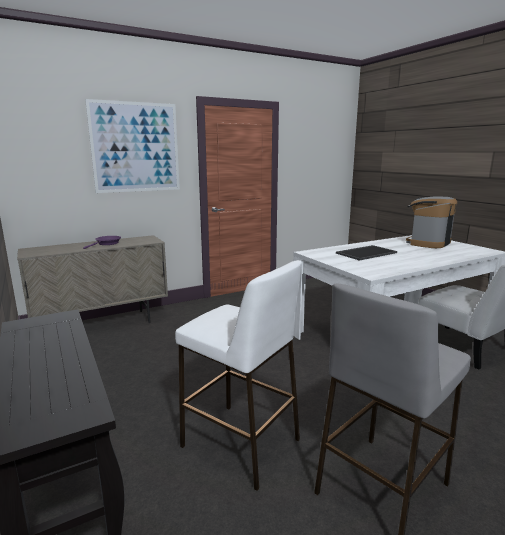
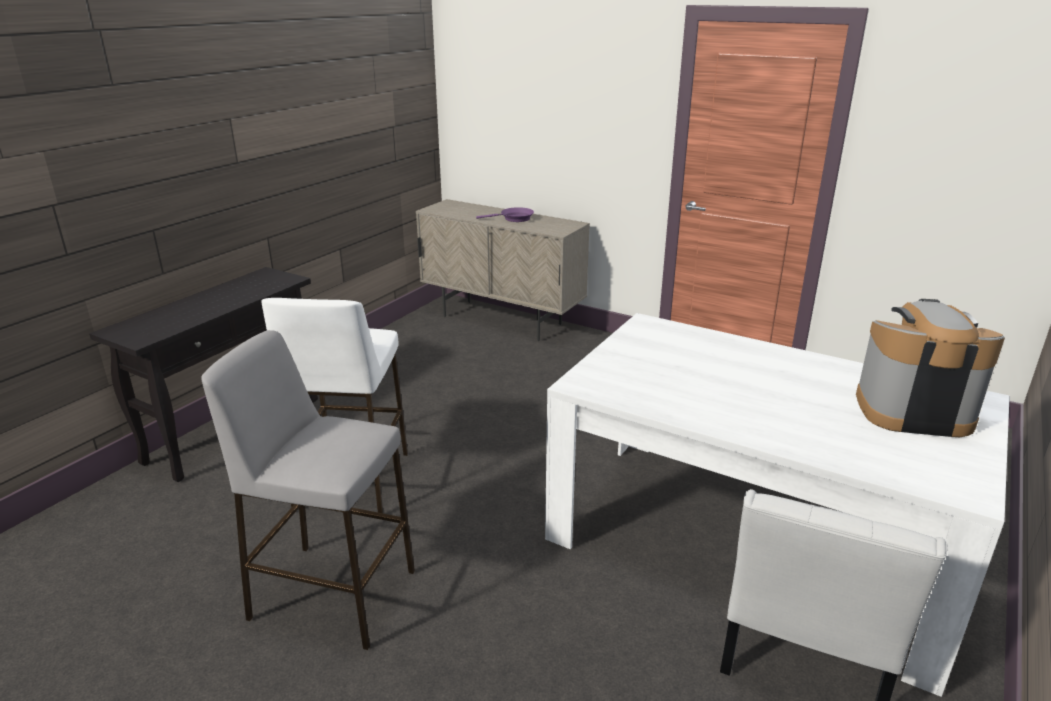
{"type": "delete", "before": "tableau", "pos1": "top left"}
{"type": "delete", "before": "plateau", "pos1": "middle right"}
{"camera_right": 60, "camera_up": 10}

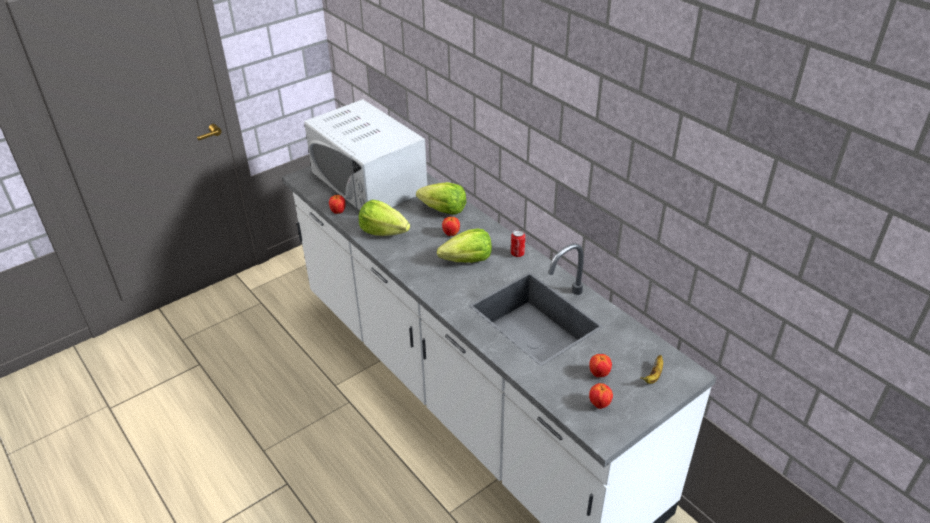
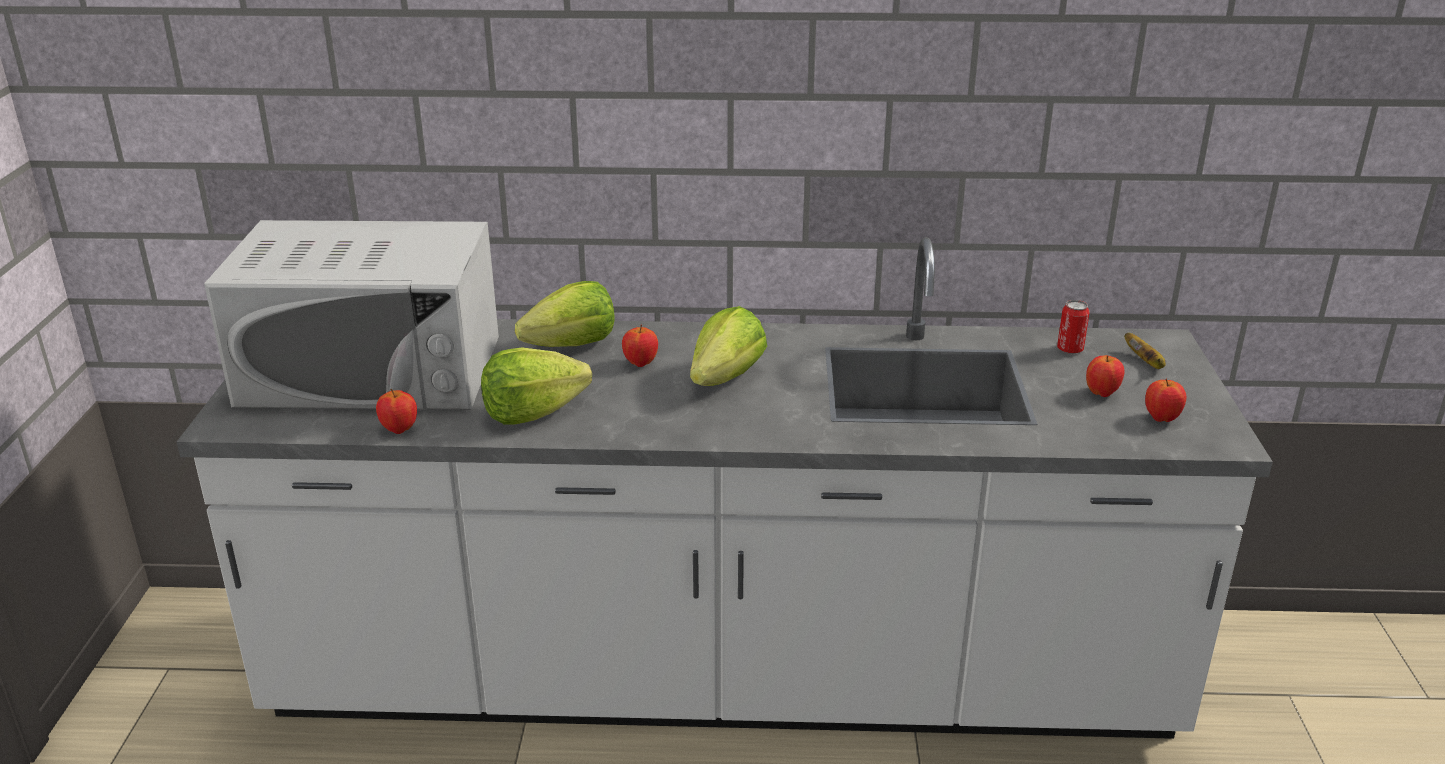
{"type": "move", "before": "boîte métallique", "pos1": "centre", "pos2": "middle right"}
{"camera_right": -50, "camera_up": -10}

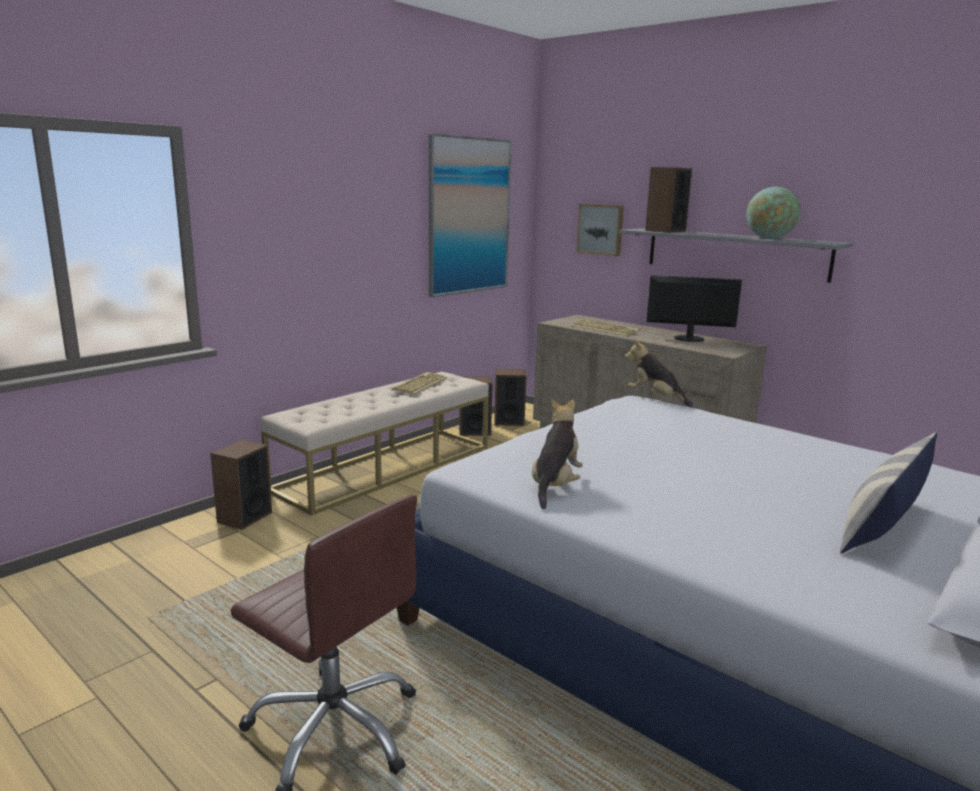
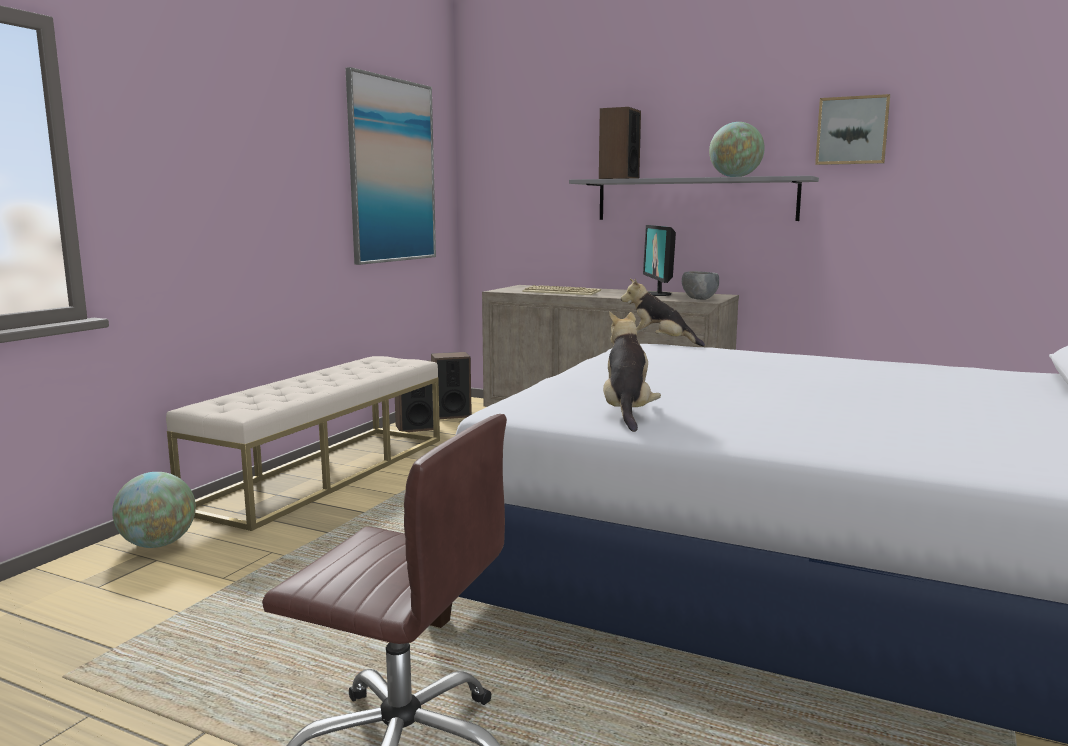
{"type": "delete", "before": "clavier (1st from left)", "pos1": "centre"}
{"type": "delete", "before": "coussin", "pos1": "middle right"}
{"type": "insert", "after": "bol (gris)", "pos2": "centre"}
{"type": "move", "before": "tableau (2nd from left)", "pos1": "top centre", "pos2": "top right"}
{"type": "replace", "before": "enceinte (1st from left)", "after": "globe (1st from left)", "pos1": "middle left", "pos2": "bottom left"}
{"type": "rotate", "before": "écran d'ordinateur", "pos1": "middle right", "pos2": "centre", "turn": -90}
{"camera_right": -15, "camera_up": -5}

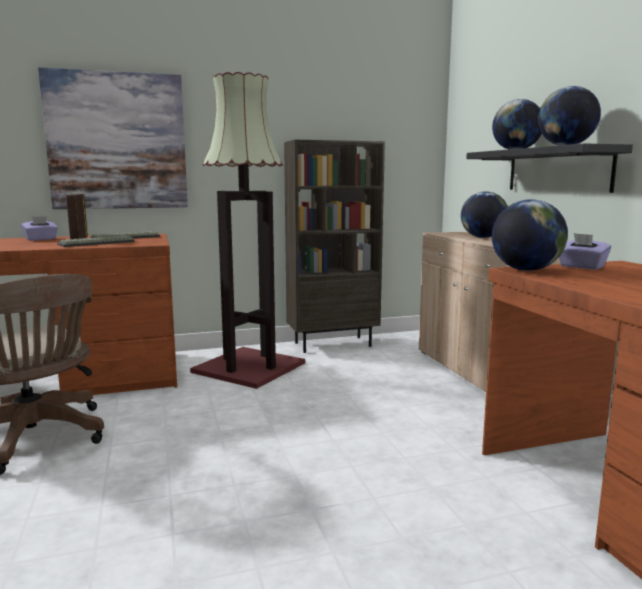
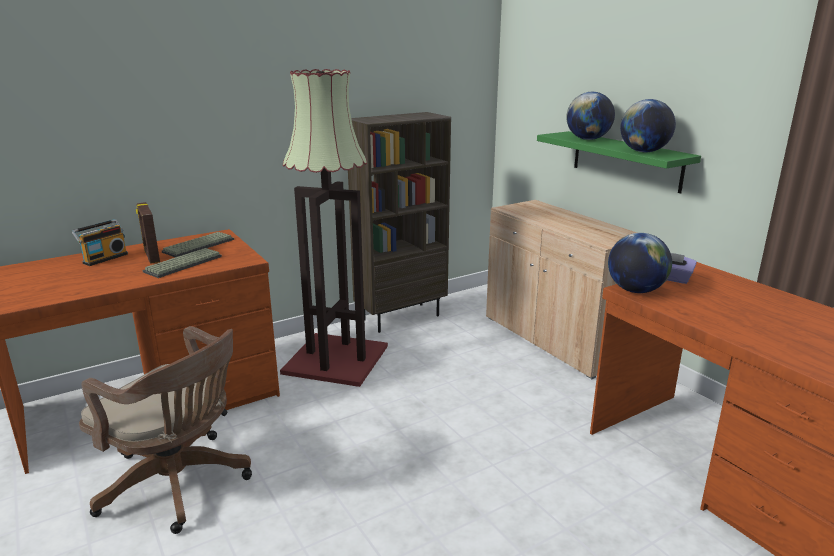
{"type": "delete", "before": "tableau", "pos1": "top left"}
{"type": "delete", "before": "globe (1st from left)", "pos1": "middle right"}
{"type": "replace", "before": "boîte à mouchoirs (violet) (1st from left)", "after": "radio", "pos1": "middle left", "pos2": "middle left"}
{"type": "recolor", "before": "étagère (noir)", "after": "étagère (vert)", "pos1": "top right", "pos2": "top right"}
{"camera_right": -15, "camera_up": 10}

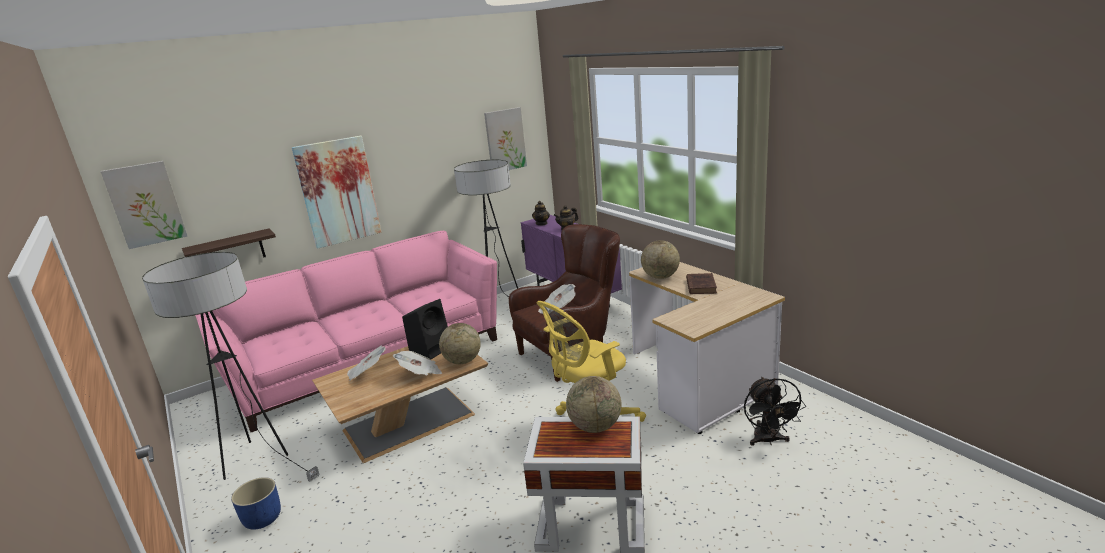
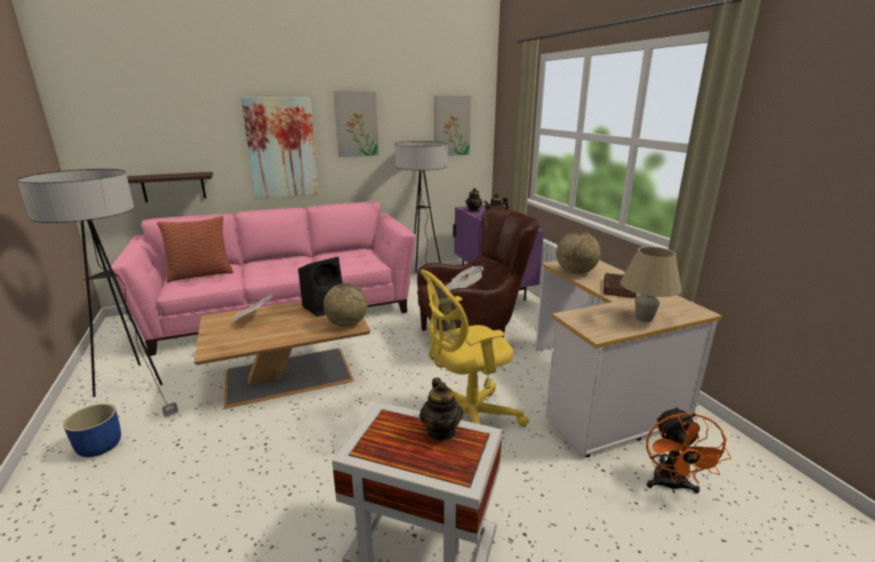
{"type": "delete", "before": "journal (2nd from left)", "pos1": "centre"}
{"type": "insert", "after": "coussin", "pos2": "middle left"}
{"type": "insert", "after": "lampe de table (beige)", "pos2": "middle right"}
{"type": "move", "before": "tableau (1st from left in the first image)", "after": "tableau (2nd from left)", "pos1": "middle left", "pos2": "top centre"}
{"type": "replace", "before": "globe (2nd from left)", "after": "théière (1st from left)", "pos1": "bottom centre", "pos2": "bottom centre"}
{"type": "recolor", "before": "ventilateur (noir)", "after": "ventilateur (orange)", "pos1": "bottom right", "pos2": "bottom right"}
{"camera_right": 10, "camera_up": 0}

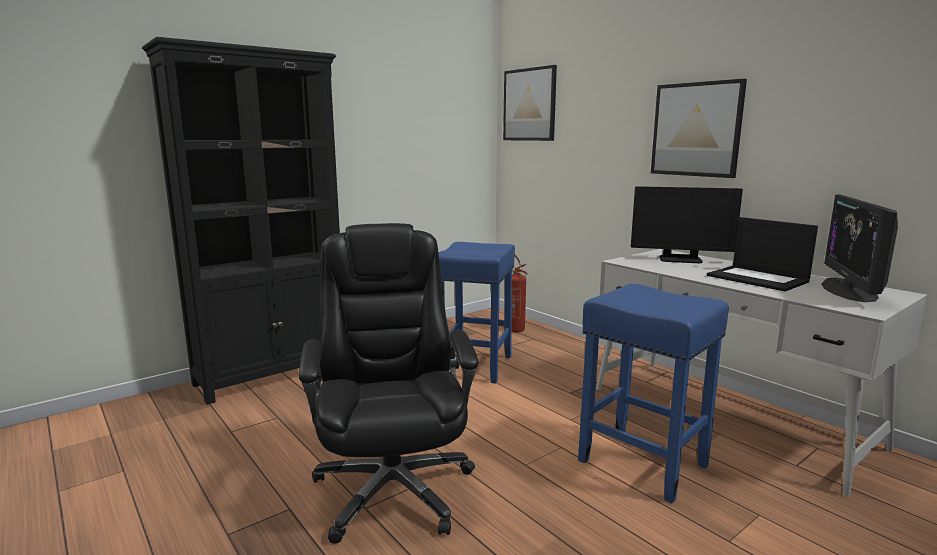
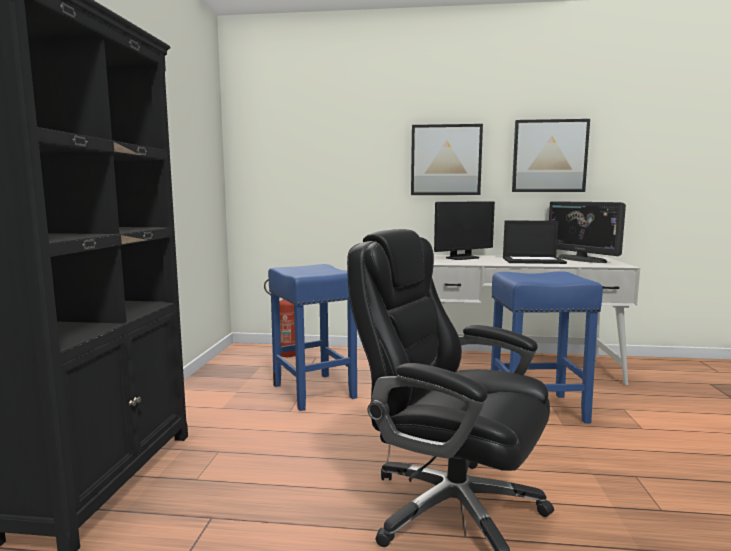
{"type": "move", "before": "tableau (1st from left in the first image)", "after": "tableau (2nd from left)", "pos1": "top centre", "pos2": "top right"}
{"camera_right": -45, "camera_up": -5}

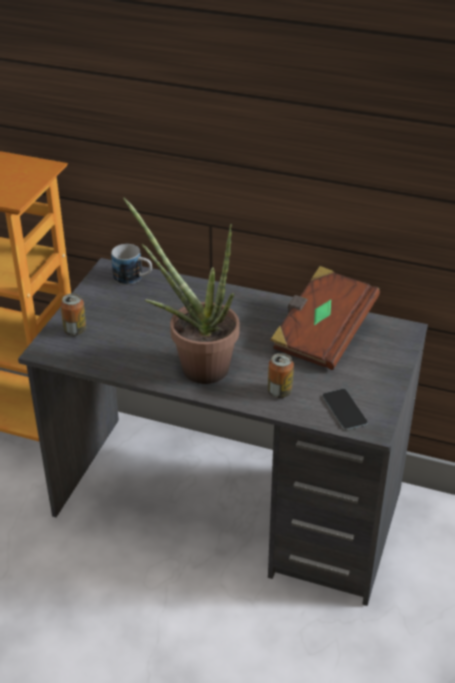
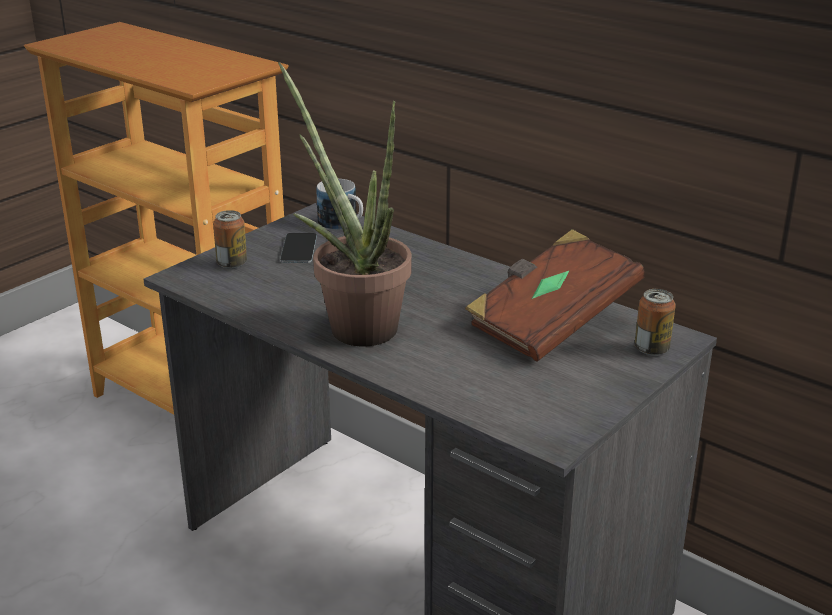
{"type": "move", "before": "boîte métallique (2nd from left)", "pos1": "centre", "pos2": "middle right"}
{"type": "move", "before": "téléphone", "pos1": "middle right", "pos2": "centre"}
{"camera_right": 20, "camera_up": -10}

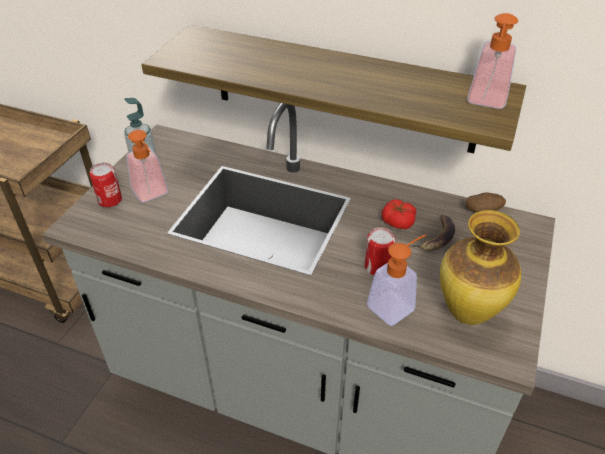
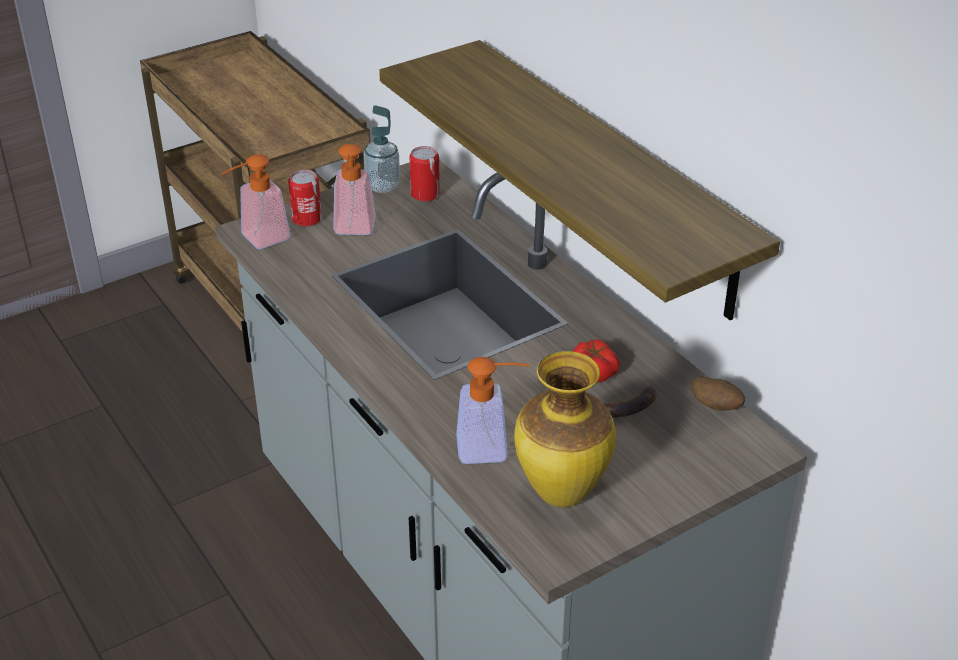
{"type": "move", "before": "boîte métallique (2nd from left)", "pos1": "centre", "pos2": "top centre"}
{"type": "move", "before": "distributeur de savon (4th from left in the first image)", "after": "distributeur de savon (1st from left)", "pos1": "top right", "pos2": "top left"}
{"camera_right": 35, "camera_up": -5}

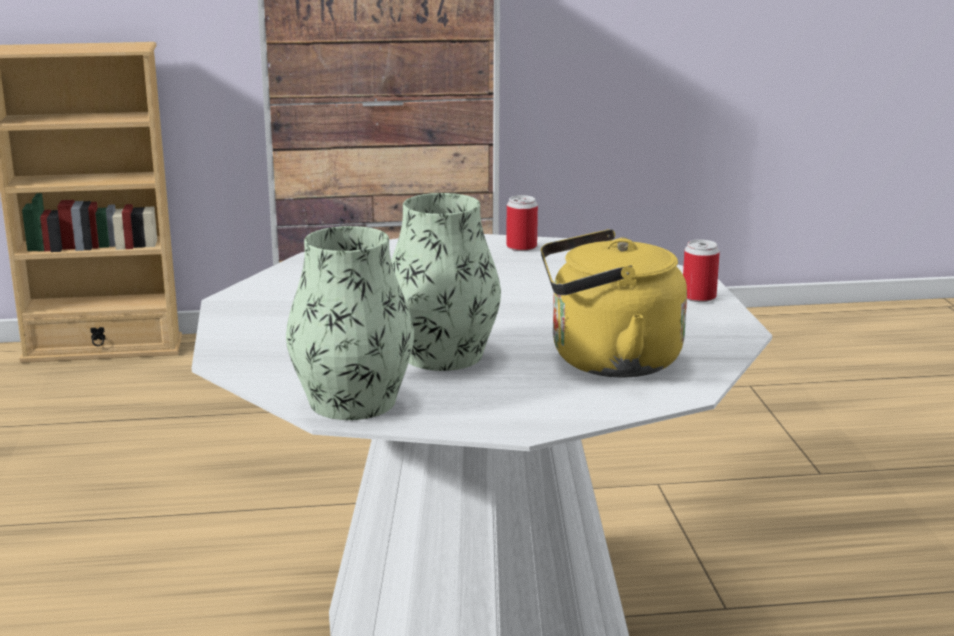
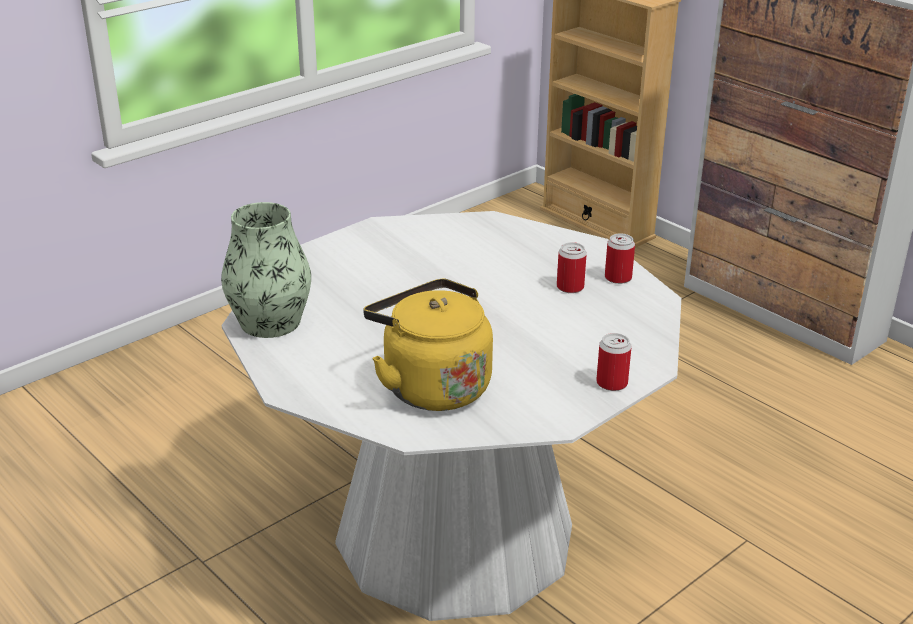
{"type": "delete", "before": "vase (2nd from left)", "pos1": "centre"}
{"type": "insert", "after": "boîte métallique (1st from left)", "pos2": "centre"}
{"camera_right": 55, "camera_up": 10}

